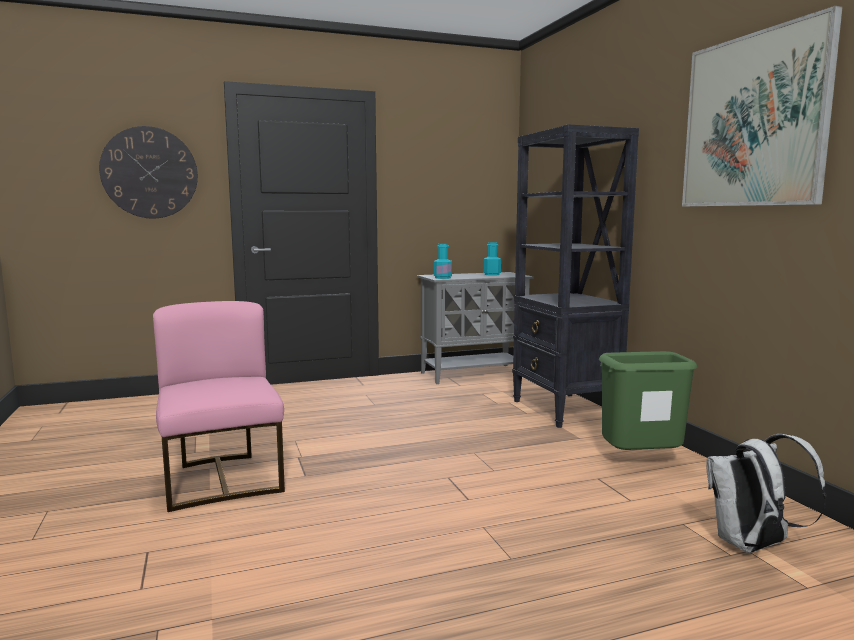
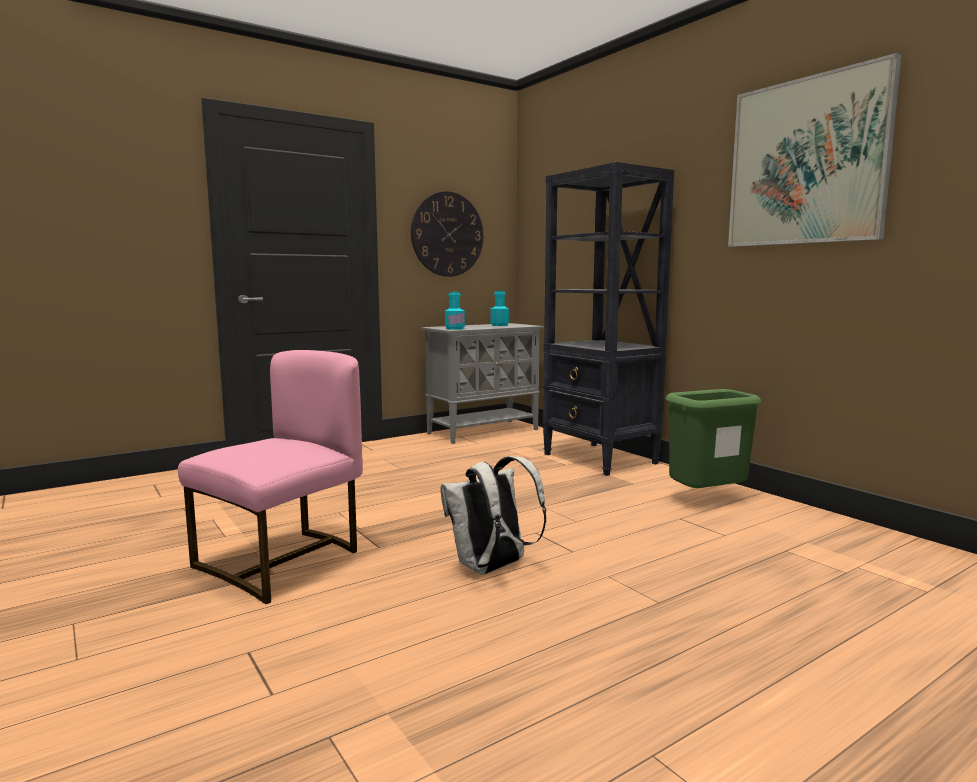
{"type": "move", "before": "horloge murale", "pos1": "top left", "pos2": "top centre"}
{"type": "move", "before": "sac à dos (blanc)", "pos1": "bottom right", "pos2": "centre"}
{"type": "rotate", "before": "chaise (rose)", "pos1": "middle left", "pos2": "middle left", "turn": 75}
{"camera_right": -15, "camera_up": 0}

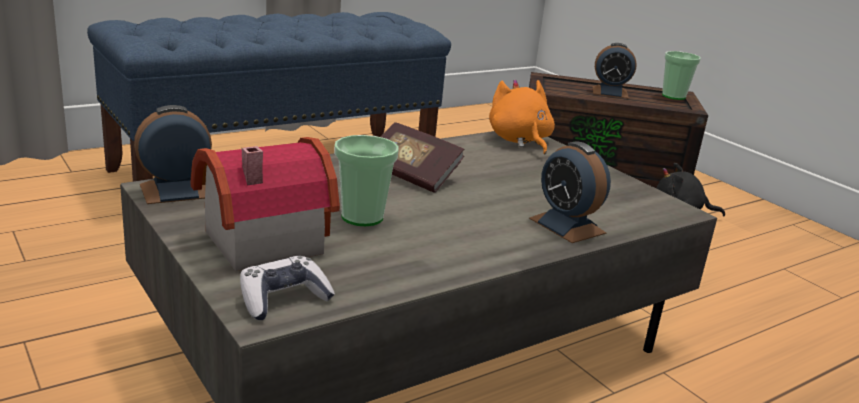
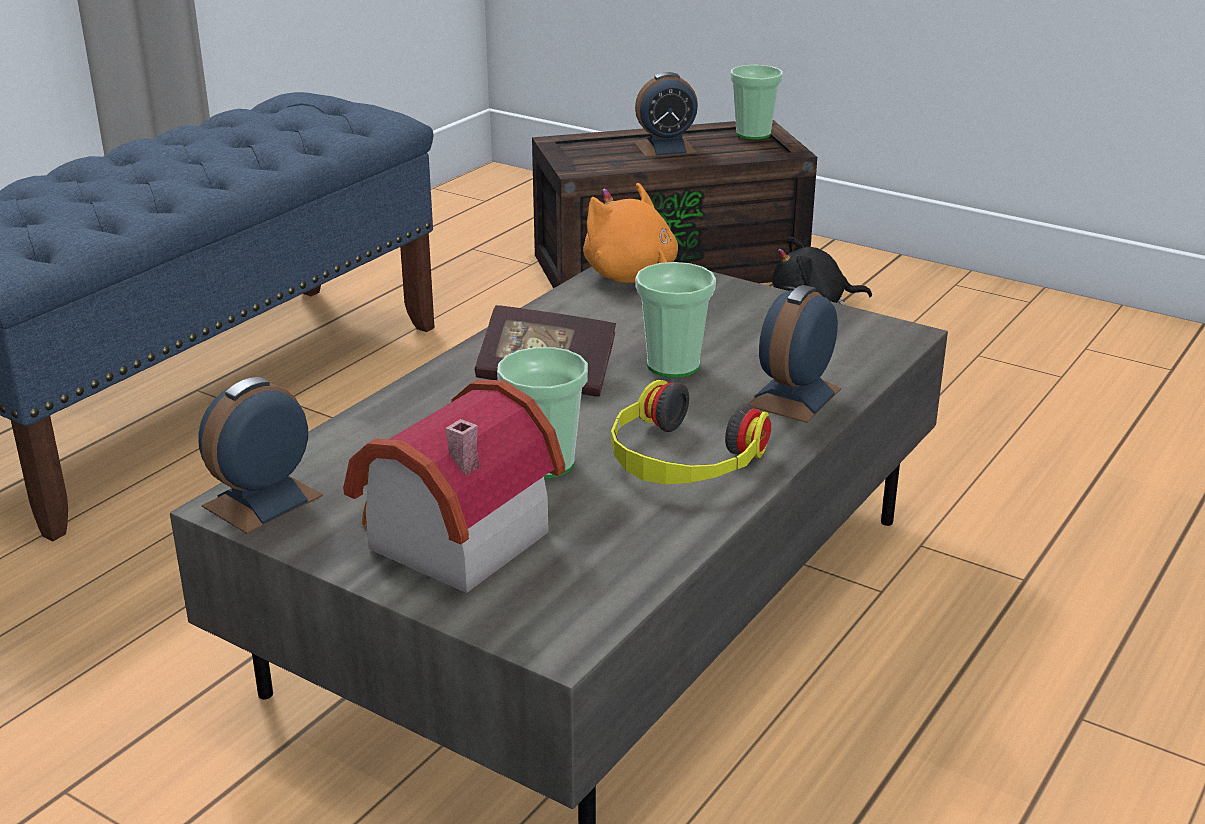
{"type": "delete", "before": "manette", "pos1": "bottom centre"}
{"type": "insert", "after": "casque audio", "pos2": "centre"}
{"type": "insert", "after": "tasse (2nd from left)", "pos2": "centre"}
{"type": "rotate", "before": "réveil (2nd from left in the first image)", "pos1": "centre", "pos2": "centre", "turn": 90}
{"camera_right": -20, "camera_up": 5}

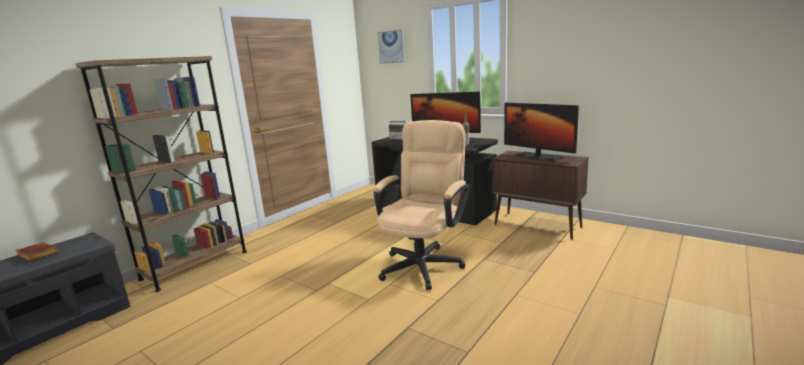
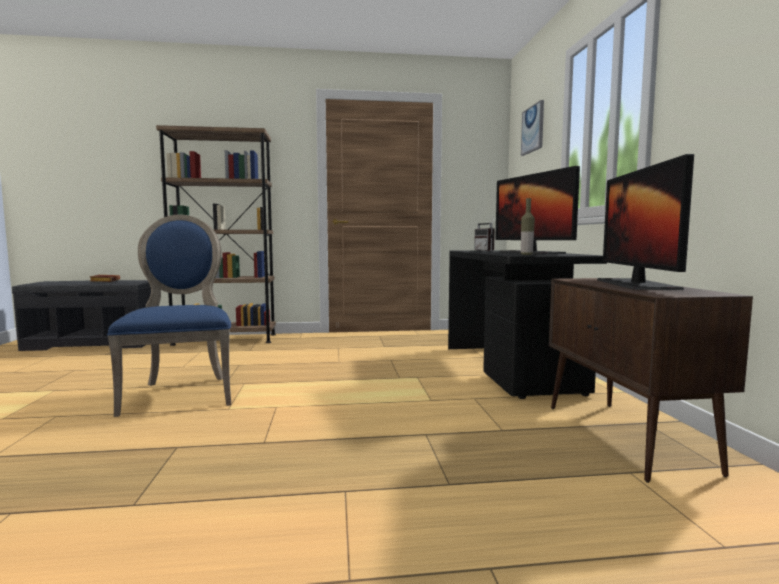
{"type": "delete", "before": "chaise de bureau (beige)", "pos1": "centre"}
{"type": "insert", "after": "chaise (bleu)", "pos2": "middle left"}
{"camera_right": 45, "camera_up": -10}

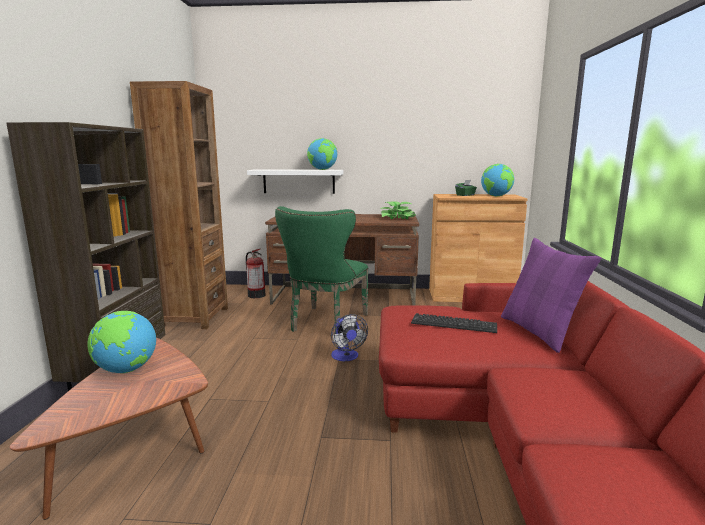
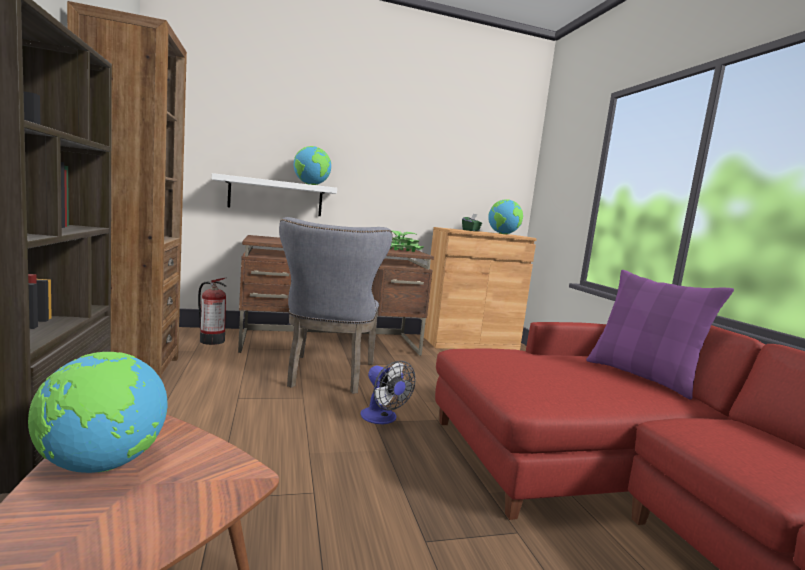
{"type": "delete", "before": "clavier", "pos1": "centre"}
{"type": "recolor", "before": "chaise (vert)", "after": "chaise (gris)", "pos1": "centre", "pos2": "centre"}
{"camera_right": -20, "camera_up": -5}

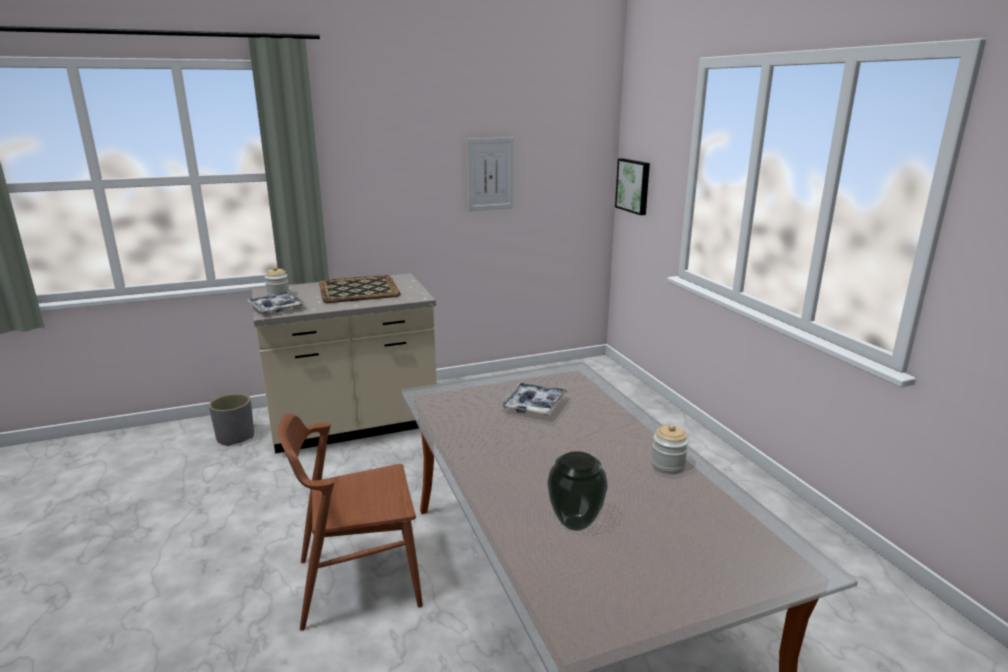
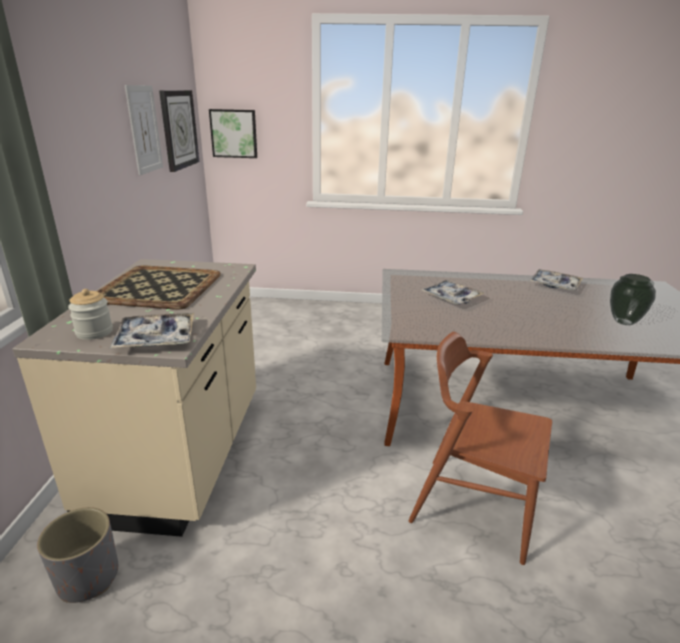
{"type": "insert", "after": "horloge murale", "pos2": "top left"}
{"type": "replace", "before": "bocal (2nd from left)", "after": "plateau (4th from left)", "pos1": "bottom centre", "pos2": "middle right"}
{"type": "rotate", "before": "chaise (marron)", "pos1": "bottom centre", "pos2": "bottom right", "turn": 105}
{"camera_right": -65, "camera_up": 5}

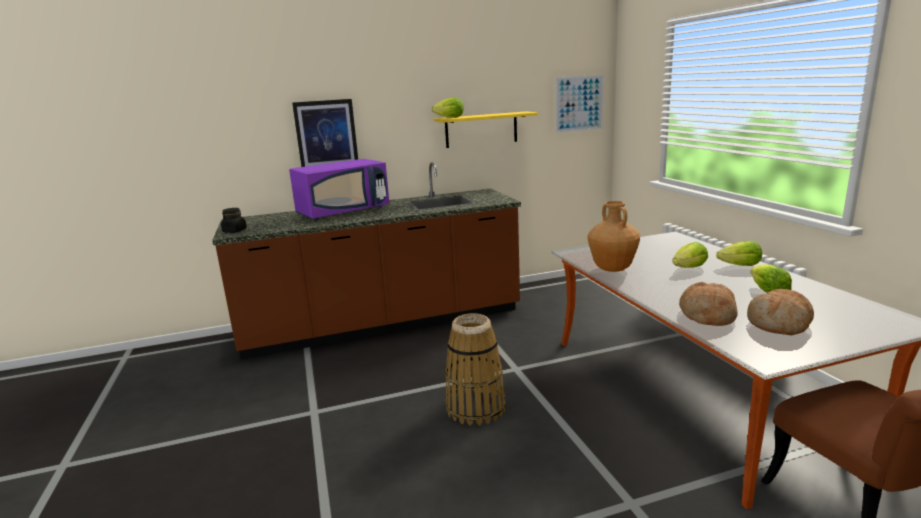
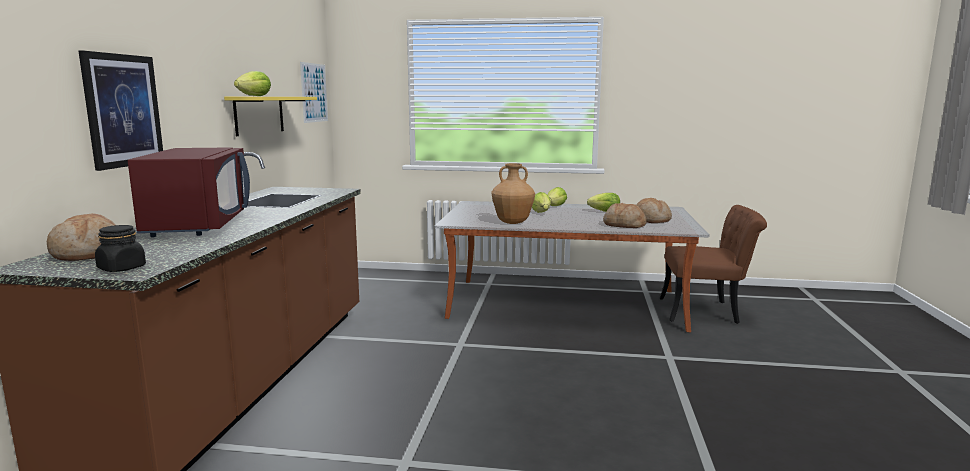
{"type": "delete", "before": "panier", "pos1": "bottom centre"}
{"type": "insert", "after": "pain (1st from left)", "pos2": "middle left"}
{"type": "recolor", "before": "micro-ondes (violet)", "after": "micro-ondes (rouge)", "pos1": "centre", "pos2": "middle left"}
{"camera_right": -65, "camera_up": -5}

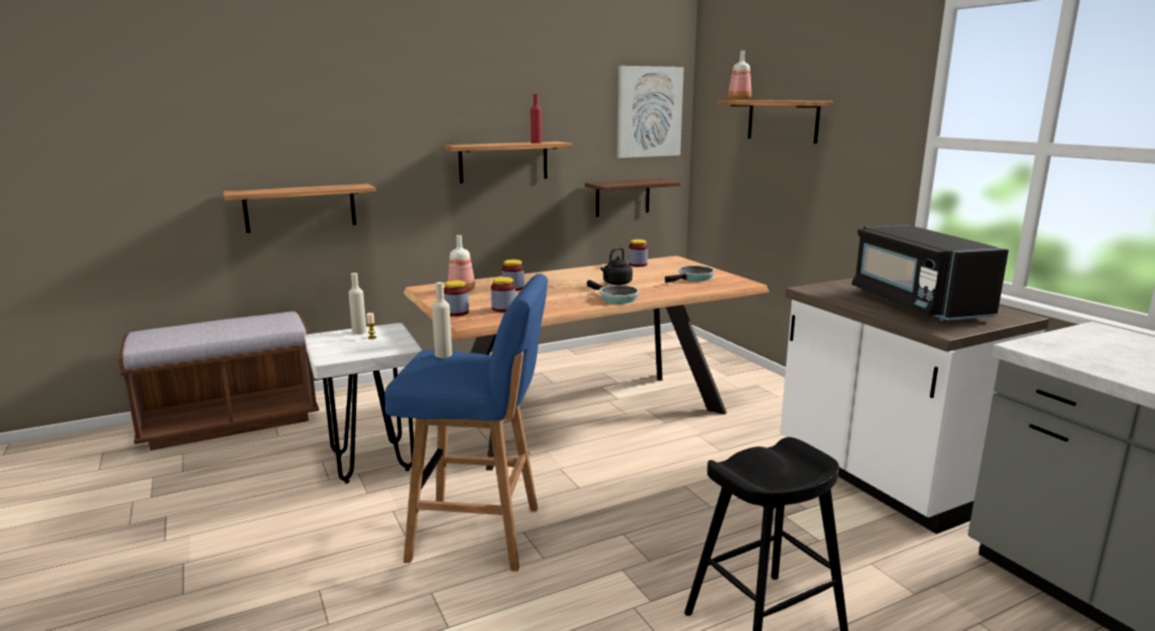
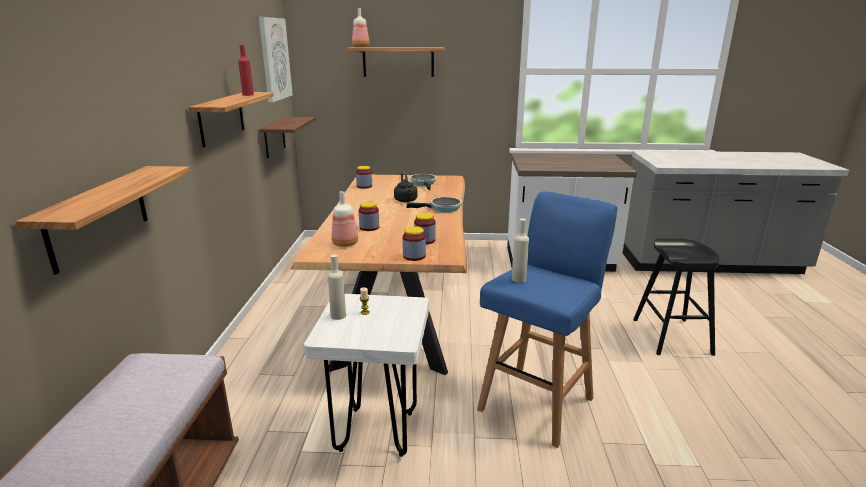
{"type": "delete", "before": "micro-ondes (noir)", "pos1": "middle right"}
{"camera_right": -60, "camera_up": 5}

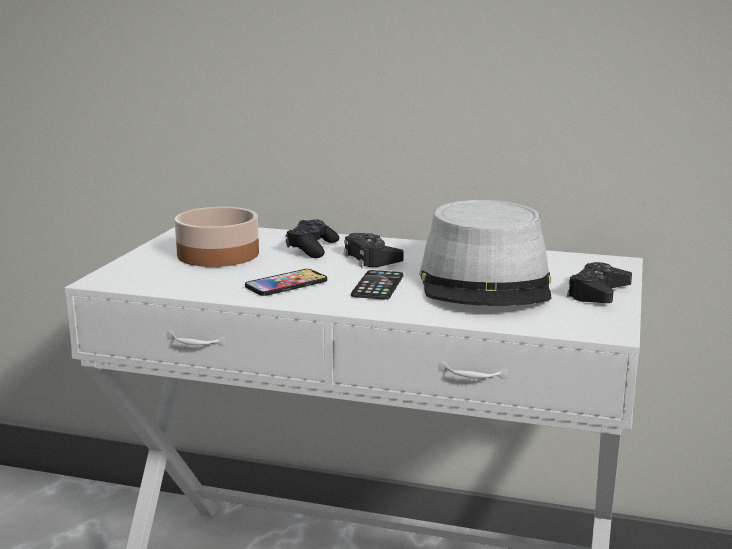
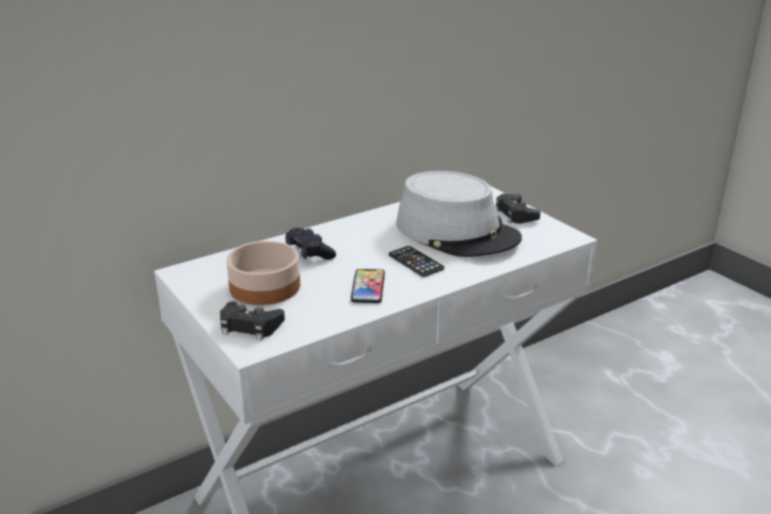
{"type": "move", "before": "manette (noir) (2nd from left in the first image)", "after": "manette (noir) (1st from left)", "pos1": "centre", "pos2": "middle left"}
{"camera_right": -50, "camera_up": 10}

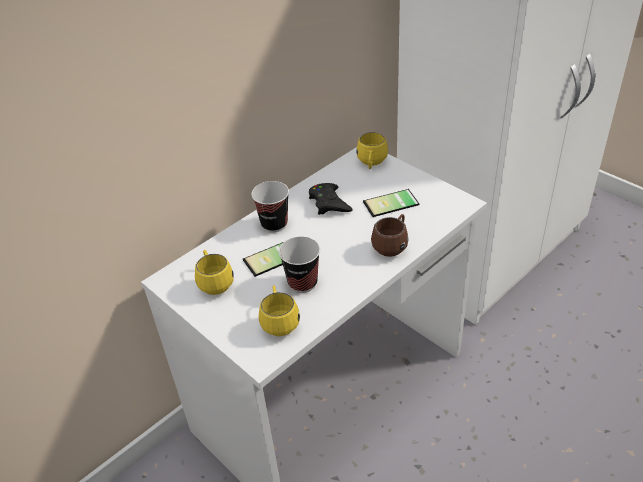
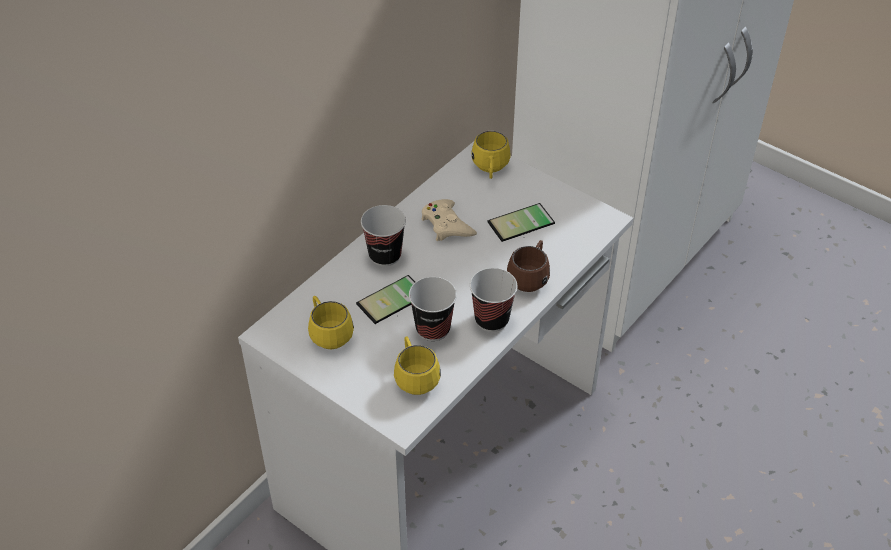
{"type": "insert", "after": "tasse (3rd from left)", "pos2": "centre"}
{"type": "recolor", "before": "manette (noir)", "after": "manette (beige)", "pos1": "centre", "pos2": "centre"}
{"camera_right": -10, "camera_up": 5}

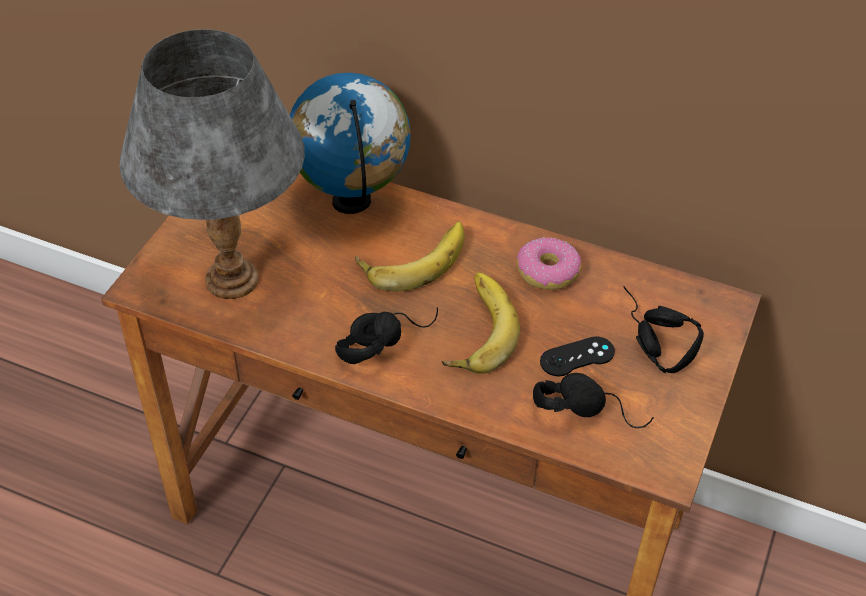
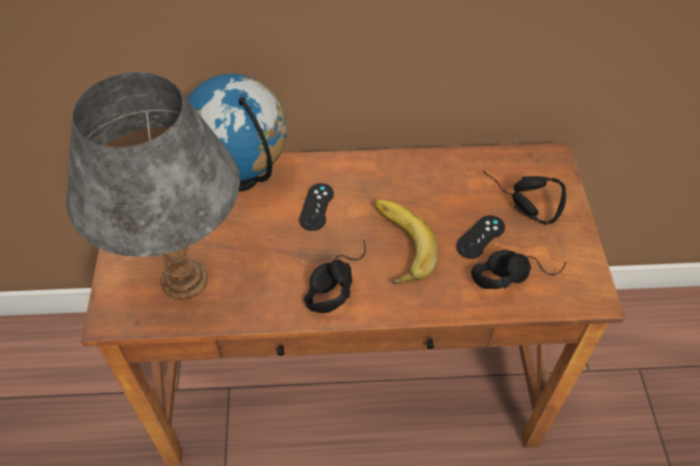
{"type": "delete", "before": "beignet", "pos1": "centre"}
{"type": "replace", "before": "banane (1st from left)", "after": "manette (noir) (1st from left)", "pos1": "centre", "pos2": "centre"}
{"camera_right": -25, "camera_up": 5}

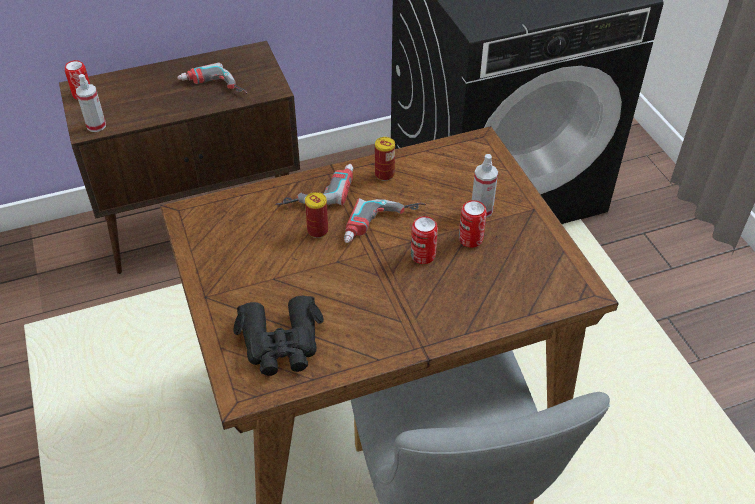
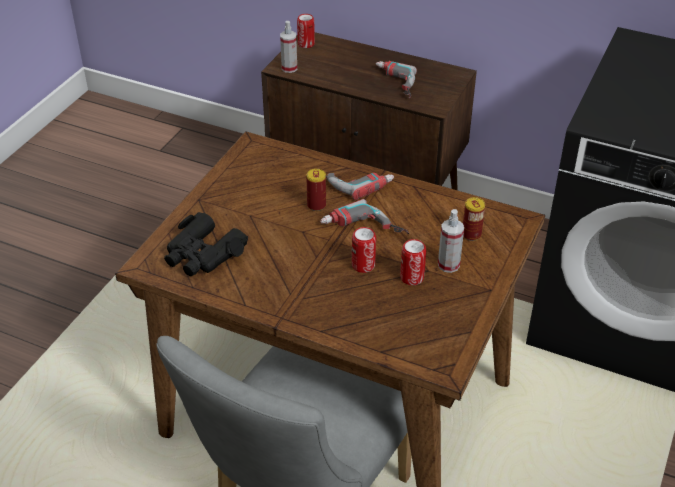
{"type": "move", "before": "boîte métallique (3rd from left in the first image)", "after": "boîte métallique (5th from left)", "pos1": "top centre", "pos2": "middle right"}
{"camera_right": 45, "camera_up": -5}

